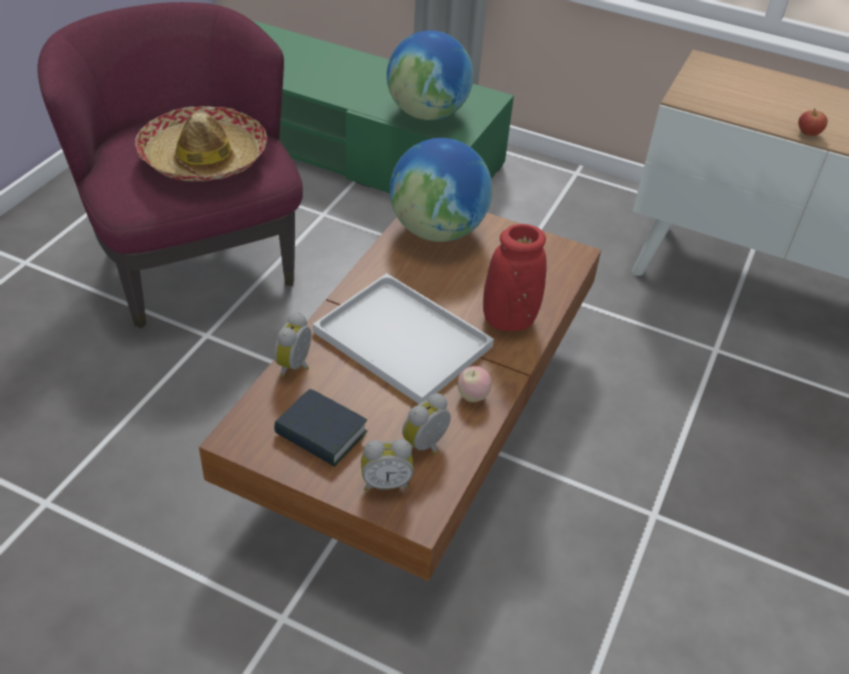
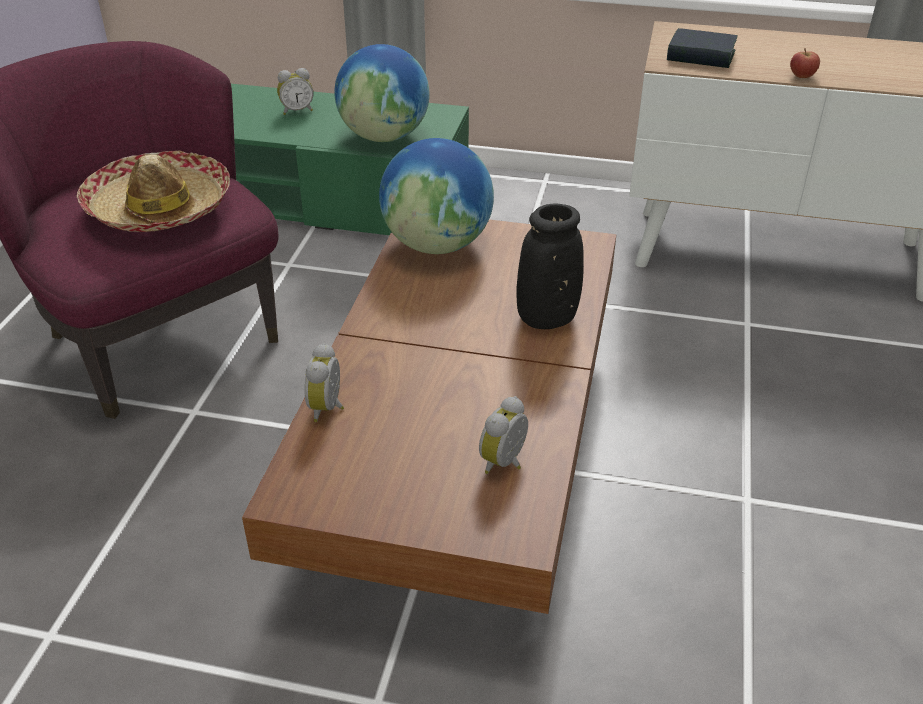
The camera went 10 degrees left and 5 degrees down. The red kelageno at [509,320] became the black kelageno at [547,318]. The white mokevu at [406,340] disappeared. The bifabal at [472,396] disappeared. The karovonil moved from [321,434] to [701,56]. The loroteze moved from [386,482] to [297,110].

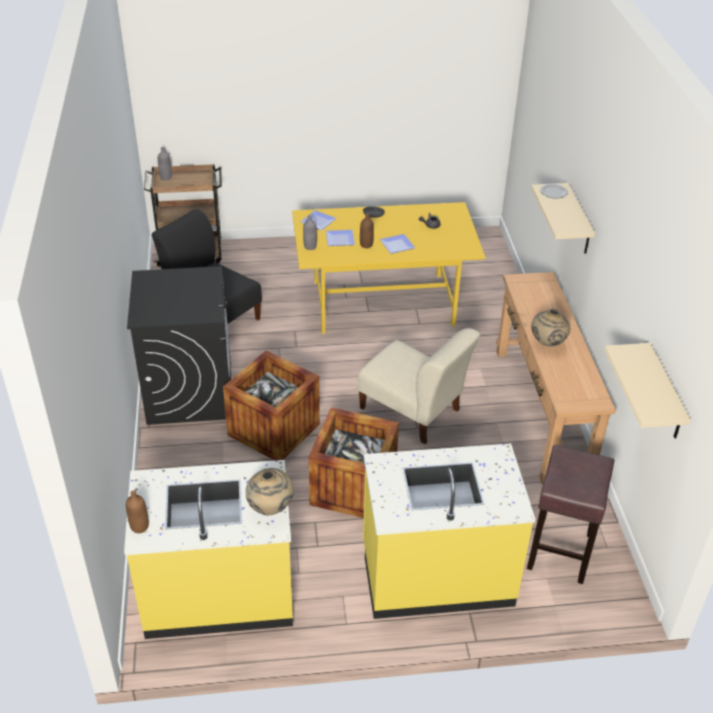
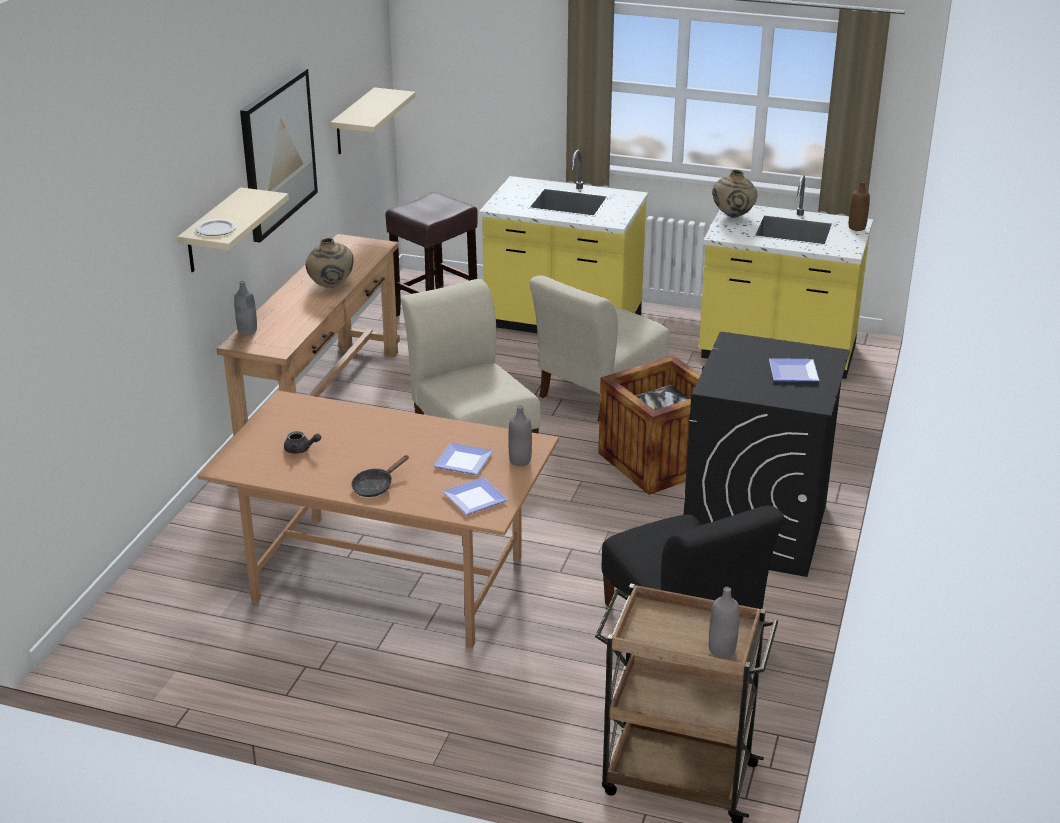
The camera went 155 degrees left and 10 degrees down. The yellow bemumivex at [382,303] became the brown bemumivex at [391,578]. The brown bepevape at [366,245] disappeared. The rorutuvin moved from [396,245] to [795,373]. The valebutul at [353,487] was replaced by the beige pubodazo at [597,392]. The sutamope at [277,153] appeared. The grey bepevape at [247,331] appeared.

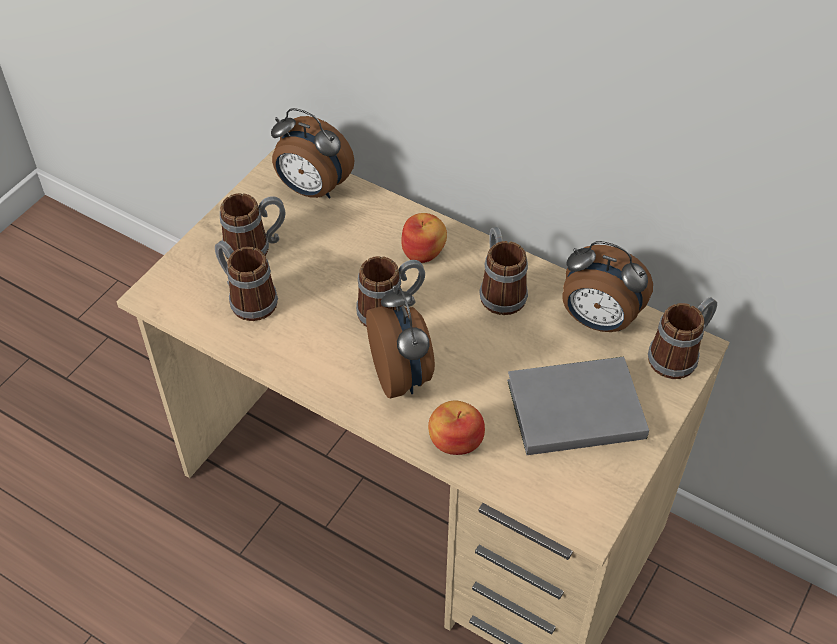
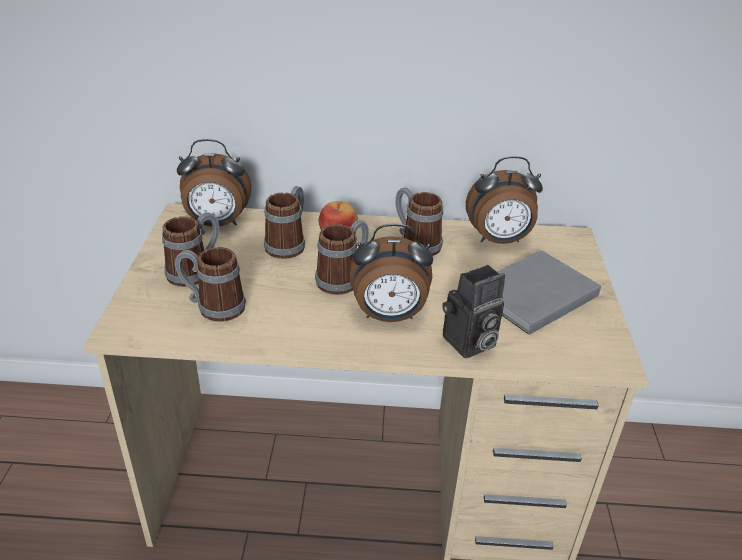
The camera went 30 degrees left and 15 degrees down. The loroteze at [402,375] turned 135 degrees clockwise. The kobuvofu moved from [679,355] to [289,243]. The bifabal at [455,440] was replaced by the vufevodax at [469,344].

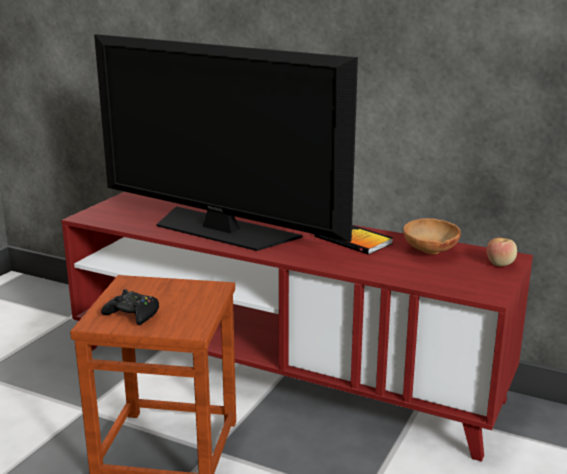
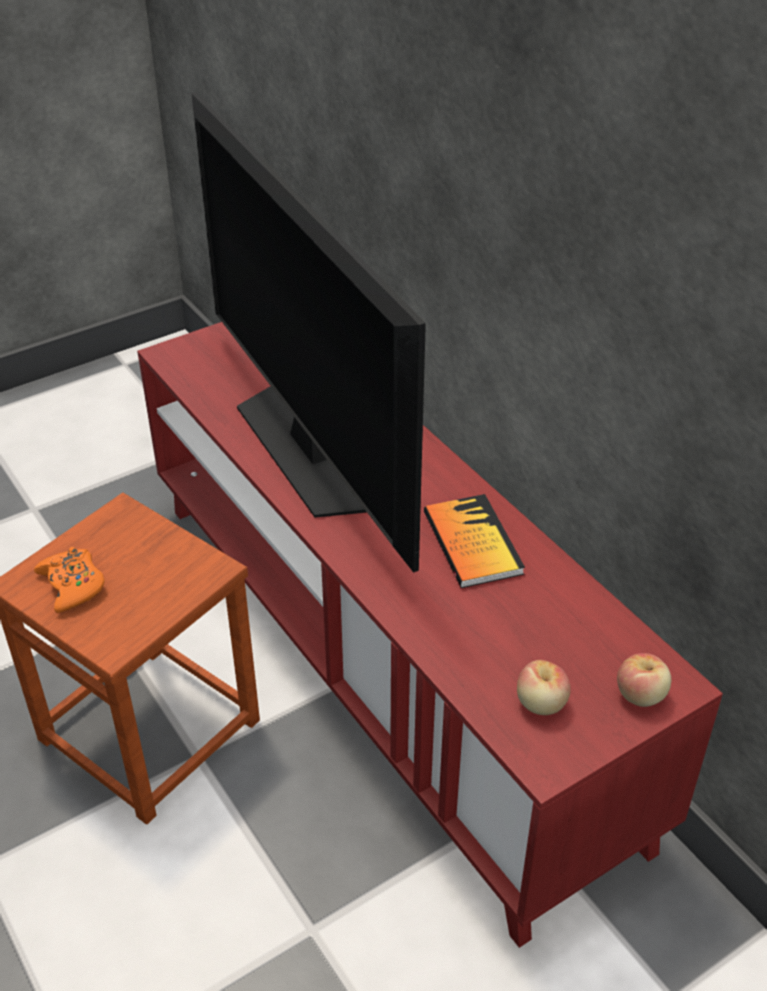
The camera went 30 degrees right and 20 degrees up. The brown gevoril at [429,252] disappeared. The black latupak at [132,314] became the orange latupak at [72,585]. The bifabal at [541,704] appeared.

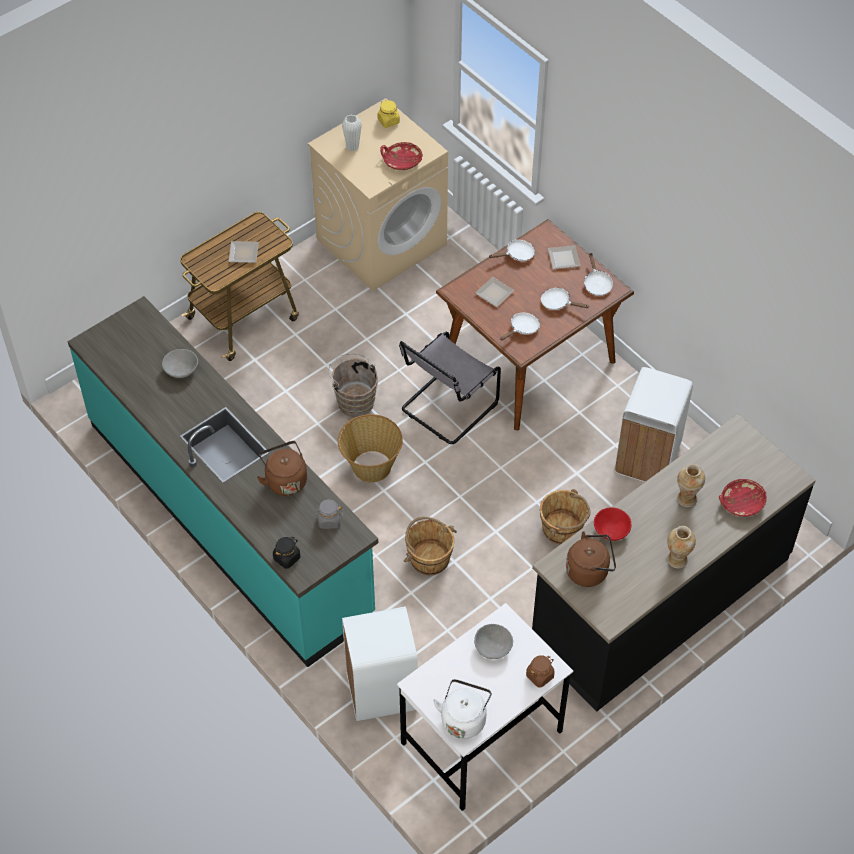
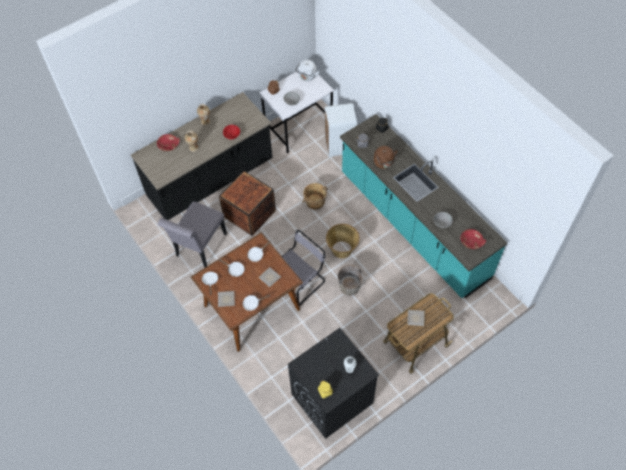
The camera went 175 degrees left and 5 degrees up. The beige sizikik at [382,241] became the black sizikik at [332,399]. The red gevoril moved from [401,161] to [472,241]. The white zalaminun at [648,458] was replaced by the grey pubodazo at [199,248]. The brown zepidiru at [562,529] was replaced by the valebutul at [249,213]. The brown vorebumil at [589,571] disappeared.

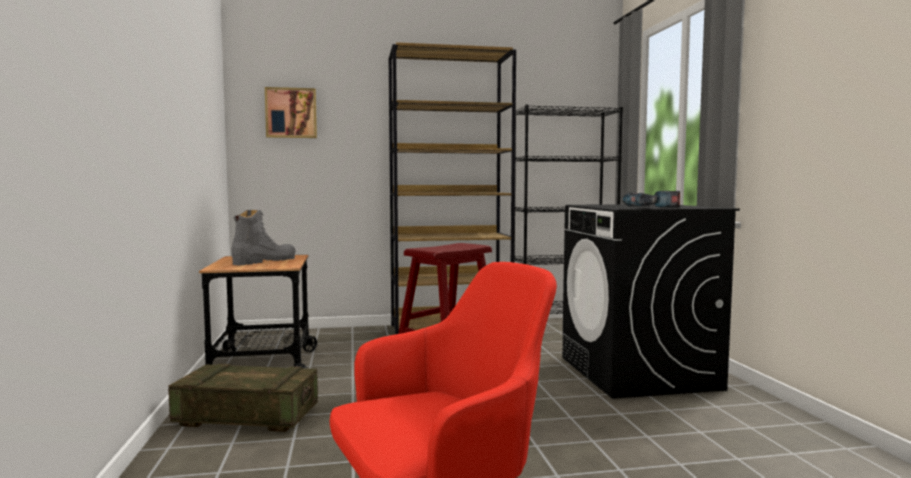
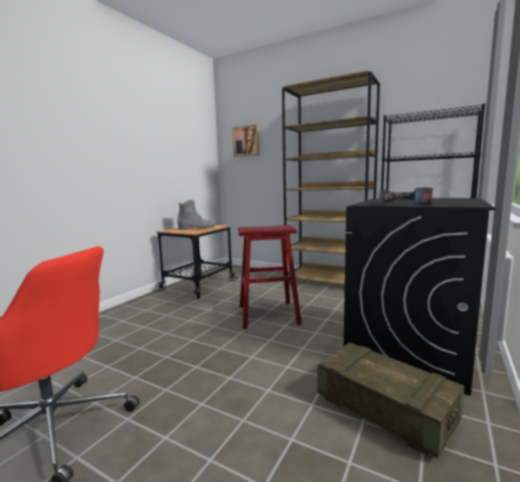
The camera went 40 degrees right and 5 degrees up. The valebutul moved from [247,417] to [384,410].

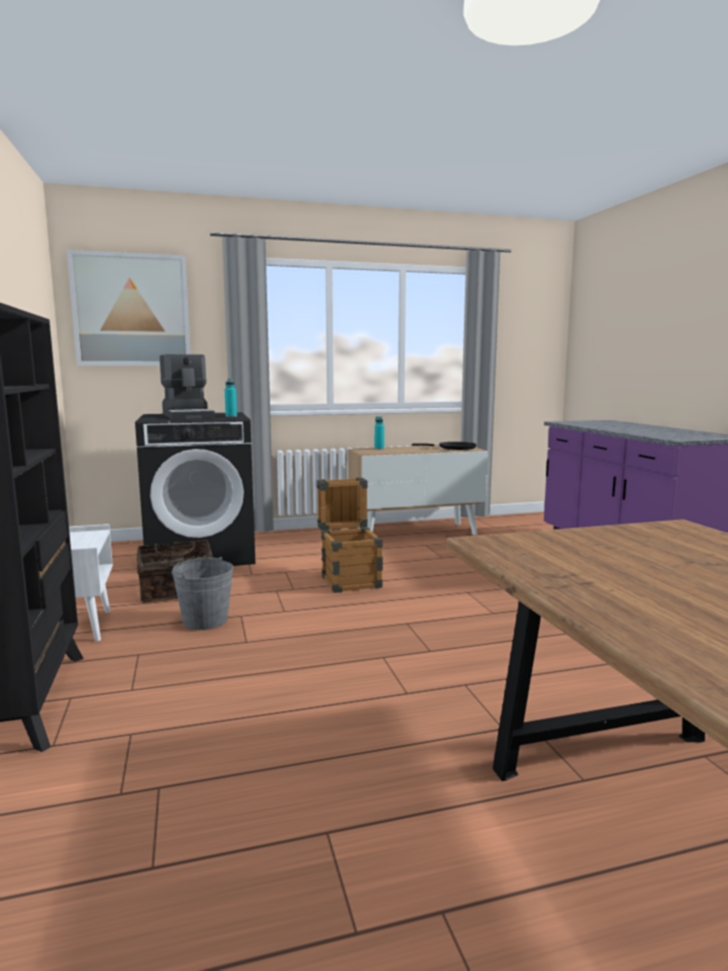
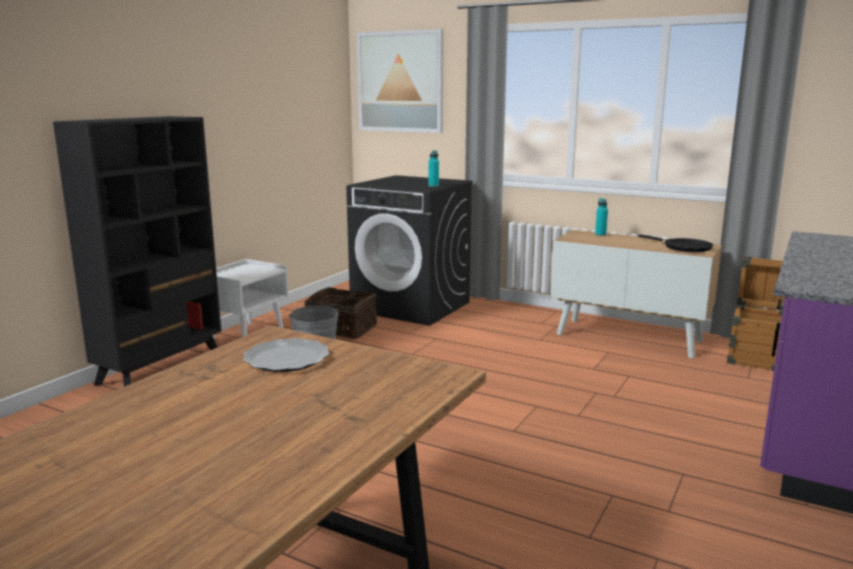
The camera went 45 degrees right and 5 degrees up. The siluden at [188,416] disappeared. The valebutul moved from [349,579] to [755,357]. The rorutuvin at [287,359] appeared.

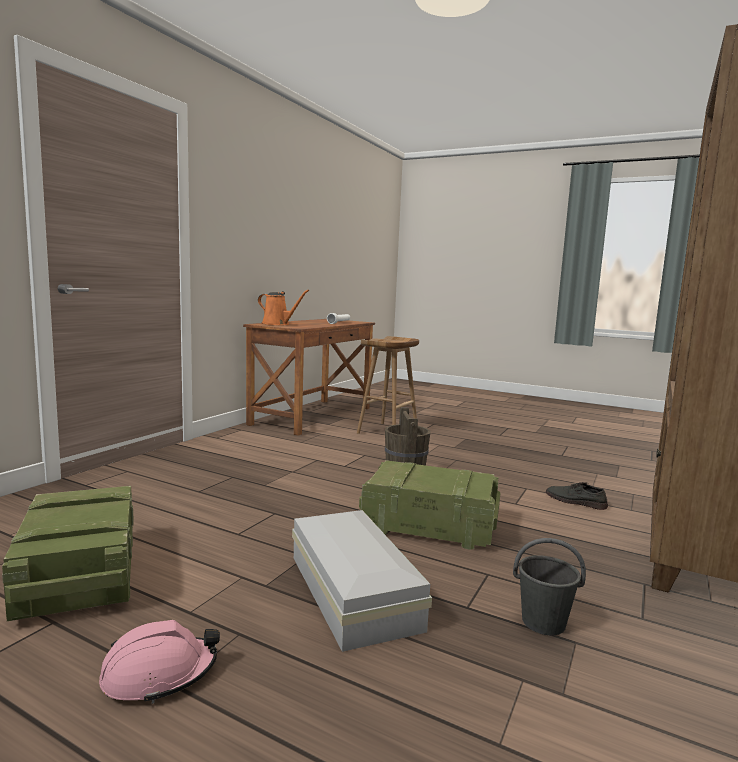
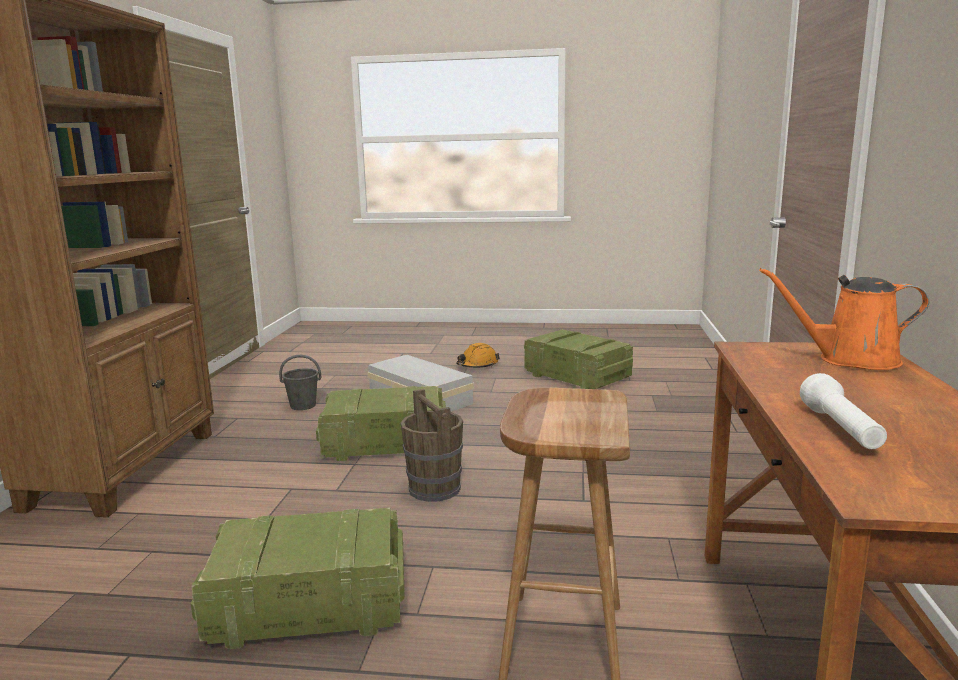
The camera went 160 degrees right and 5 degrees up. The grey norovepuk at [575,501] disappeared. The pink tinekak at [159,674] became the orange tinekak at [477,365]. The valebutul at [306,606] appeared.

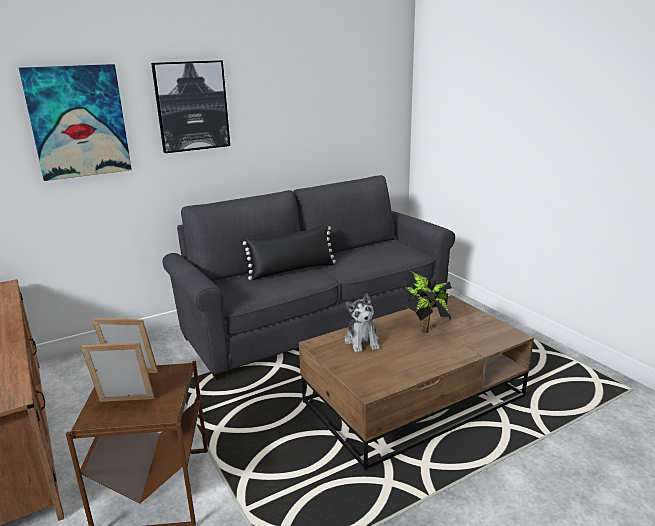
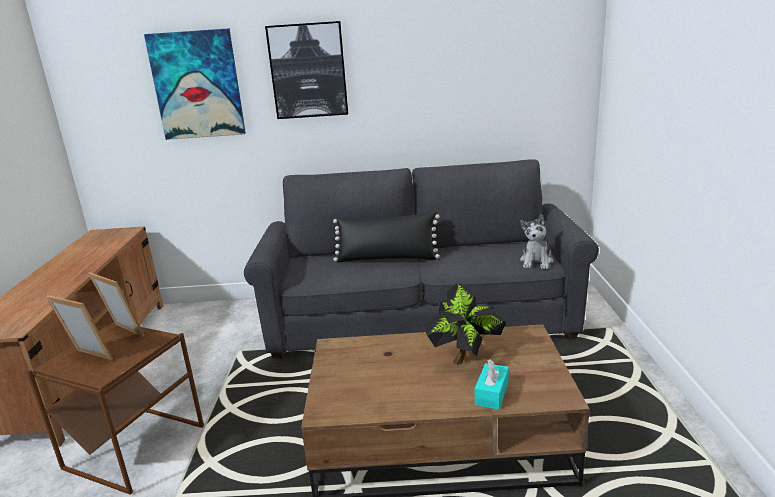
The camera went 30 degrees right and 0 degrees up. The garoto moved from [362,341] to [536,261]. The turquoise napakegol at [492,394] appeared.

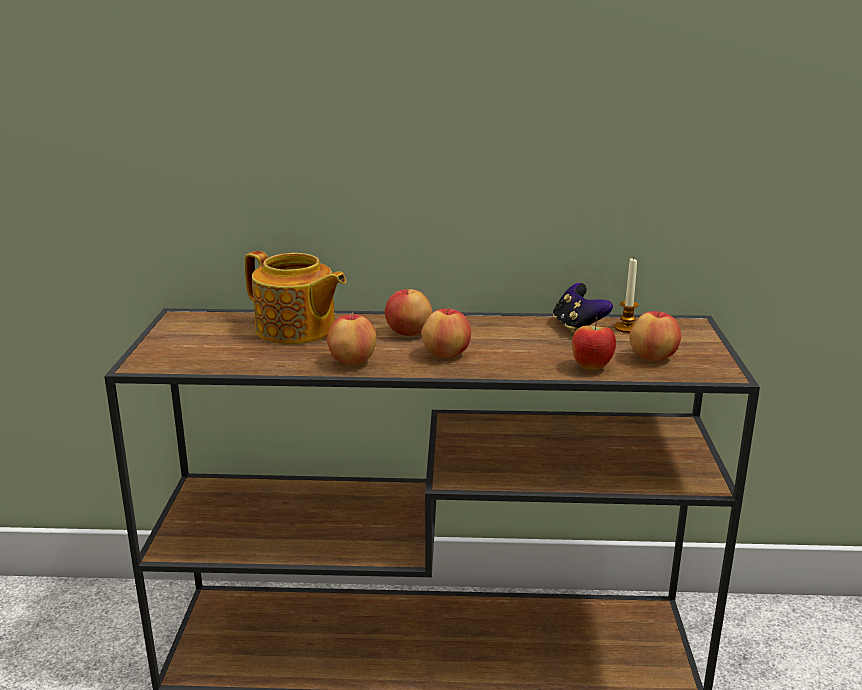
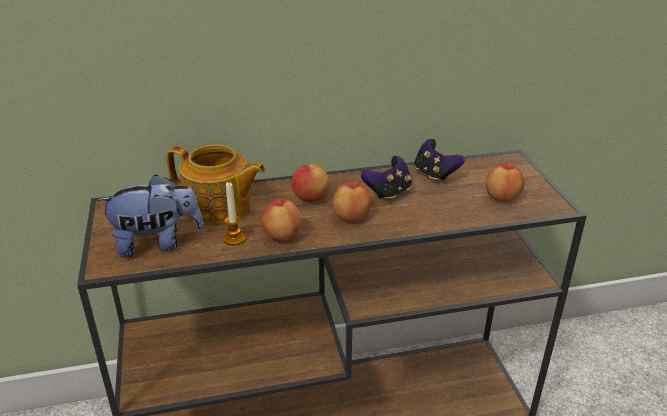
The camera went 15 degrees left and 10 degrees up. The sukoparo moved from [627,328] to [234,238]. The bifabal at [591,367] disappeared. The latupak at [388,193] appeared. The garoto at [157,243] appeared.

